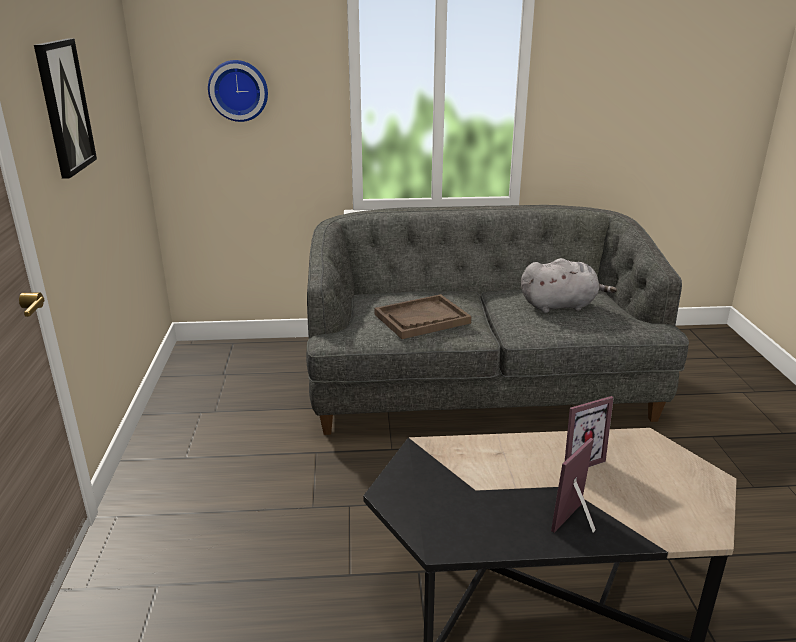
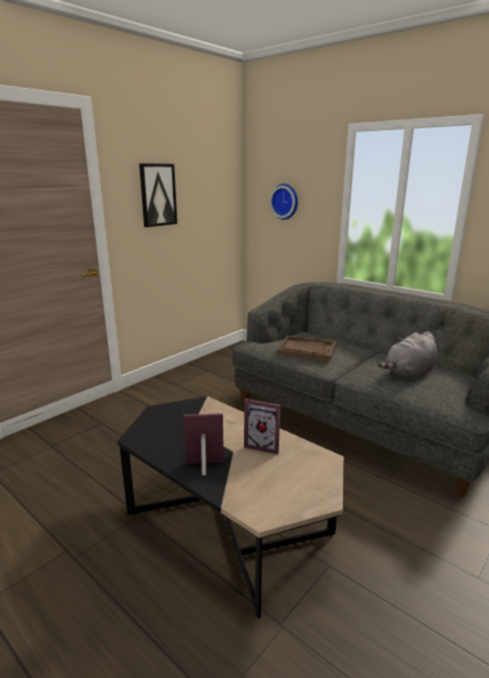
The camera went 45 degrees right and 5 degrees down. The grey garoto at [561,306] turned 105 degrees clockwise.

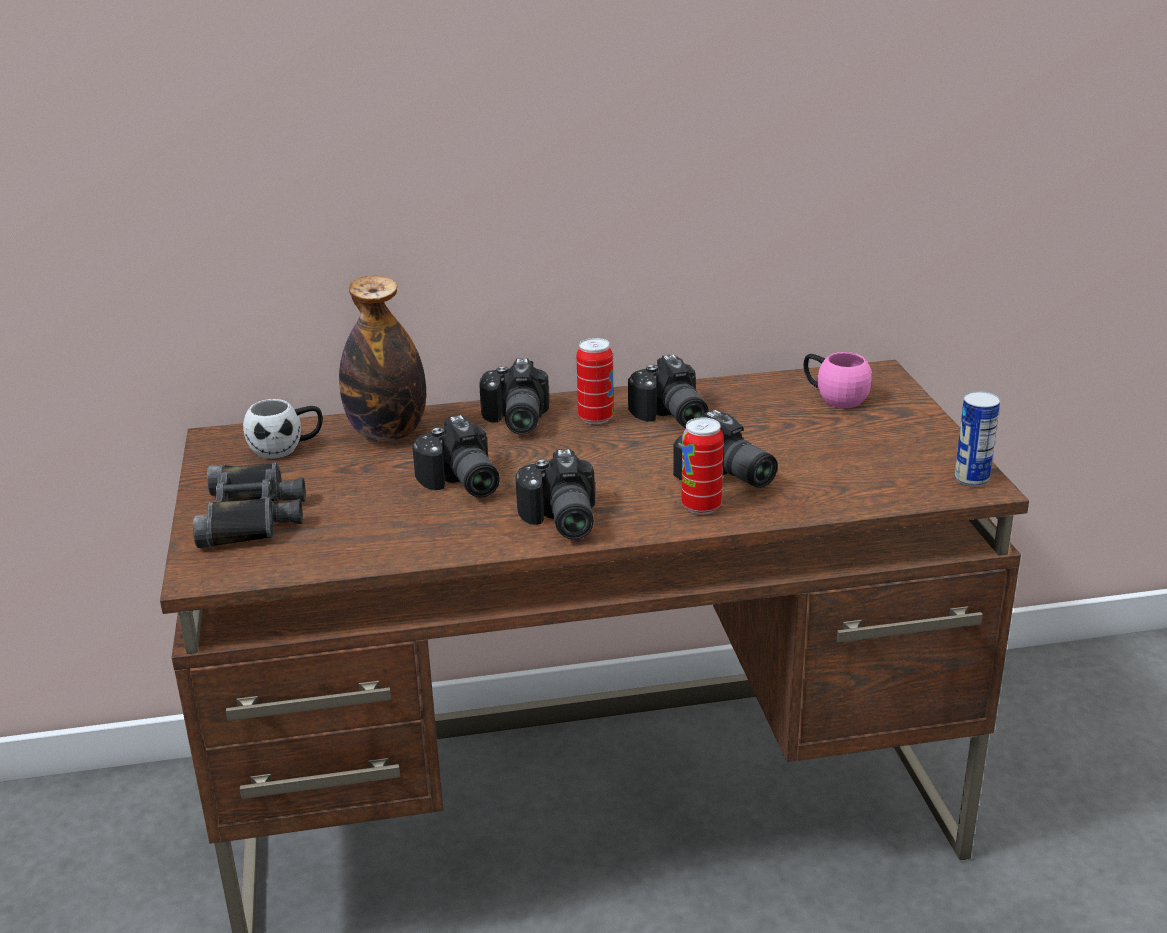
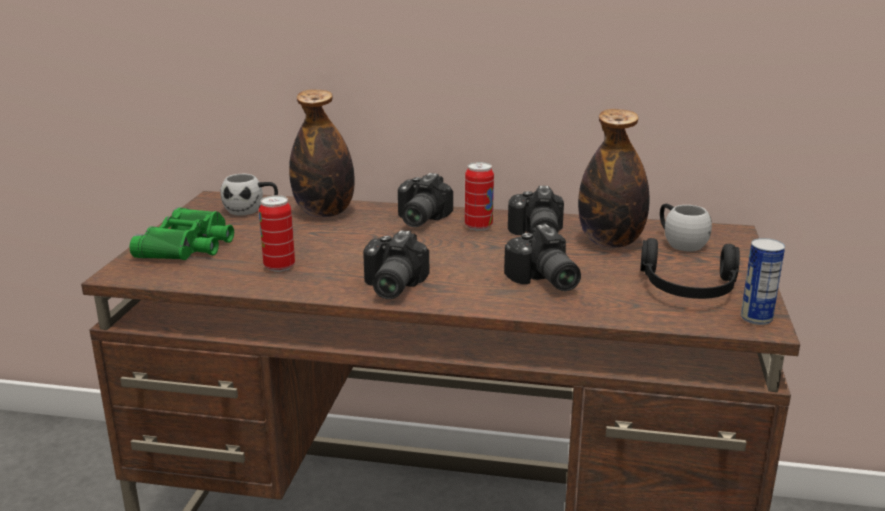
The camera went 20 degrees right and 5 degrees down. The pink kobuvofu at [834,397] became the white kobuvofu at [679,242]. The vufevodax at [460,484] disappeared. The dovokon moved from [701,506] to [279,267]. The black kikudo at [252,515] became the green kikudo at [189,245]. The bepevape at [610,242] appeared. The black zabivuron at [688,288] appeared.

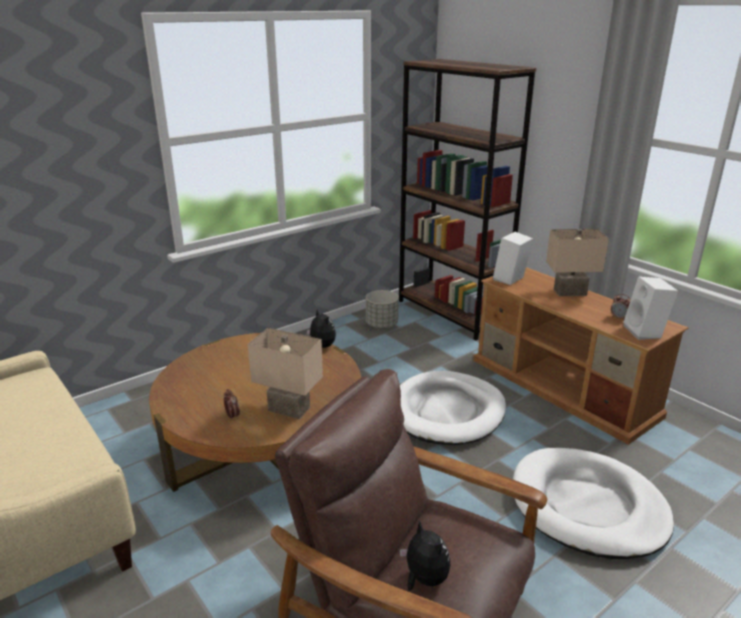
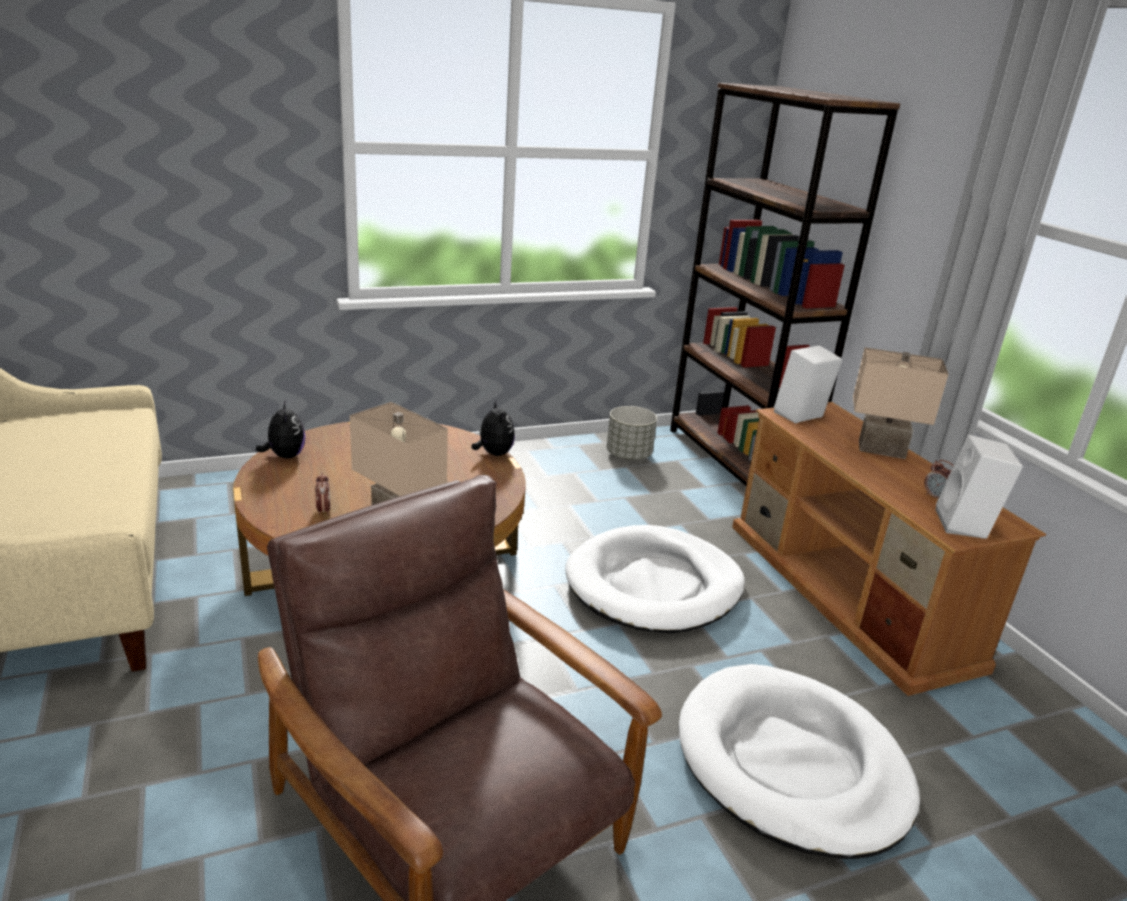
The camera went 15 degrees right and 0 degrees up. The garoto moved from [424,579] to [285,456].

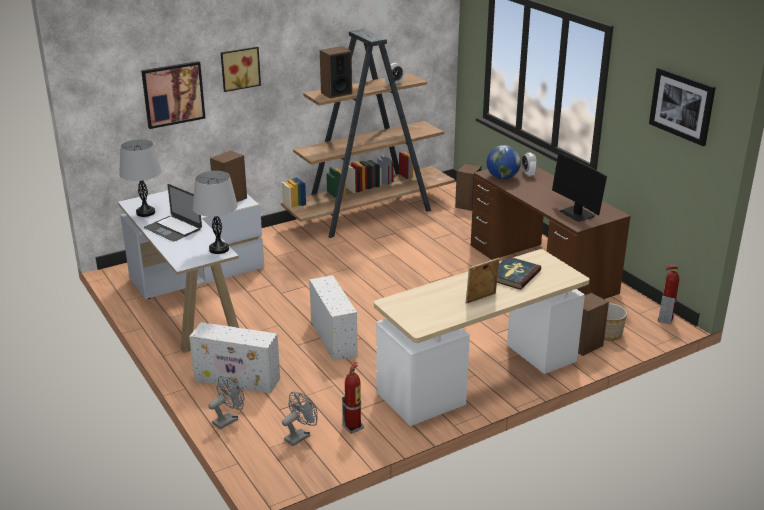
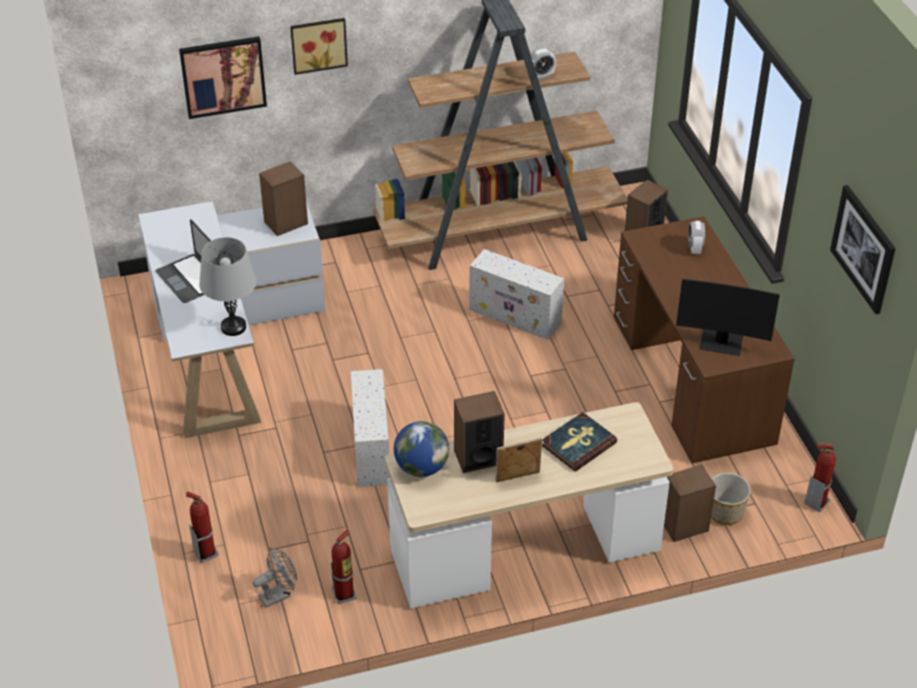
The camera went 15 degrees right and 15 degrees up. The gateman moved from [336,93] to [478,457]. The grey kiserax at [145,212] disappeared. The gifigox moved from [502,178] to [421,467]. The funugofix at [577,214] turned 60 degrees counterclockwise. The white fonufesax moved from [238,379] to [516,316]. The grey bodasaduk at [228,420] was replaced by the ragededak at [206,553].

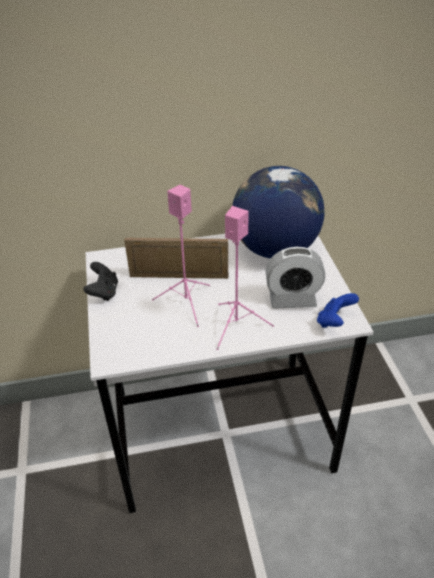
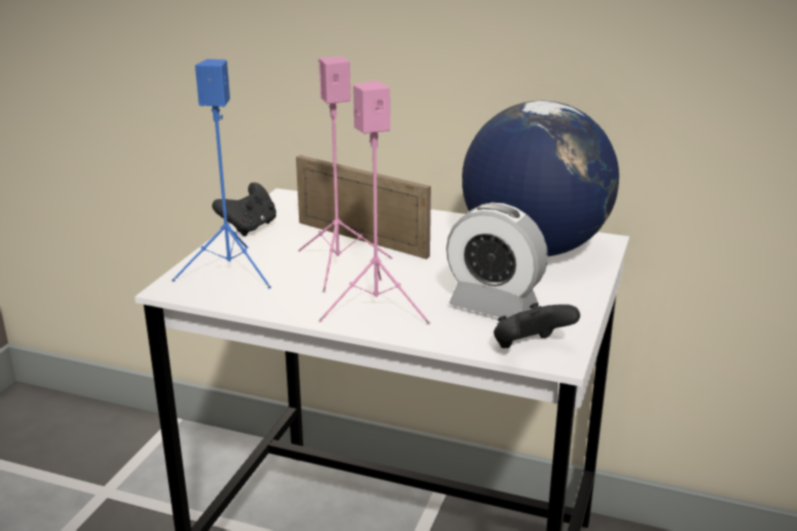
The camera went 30 degrees right and 15 degrees down. The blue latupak at [334,322] became the black latupak at [530,348]. The blue gateman at [231,271] appeared.

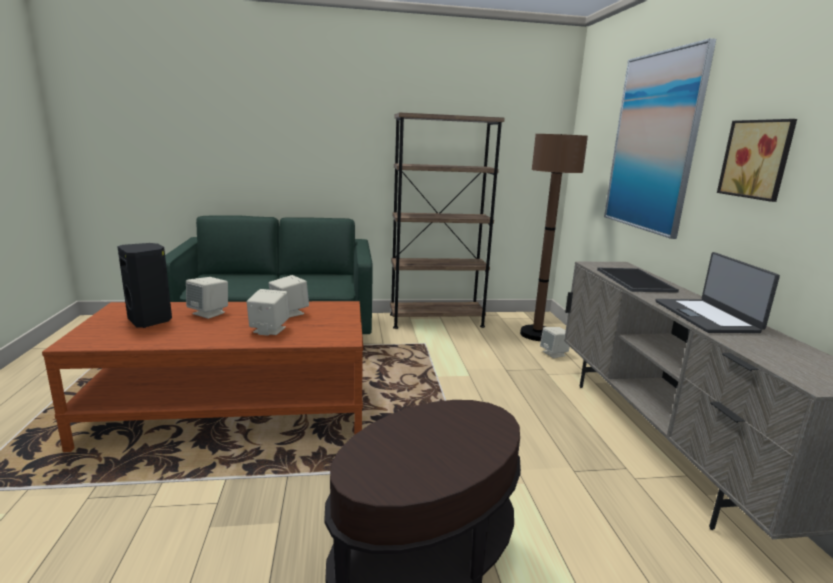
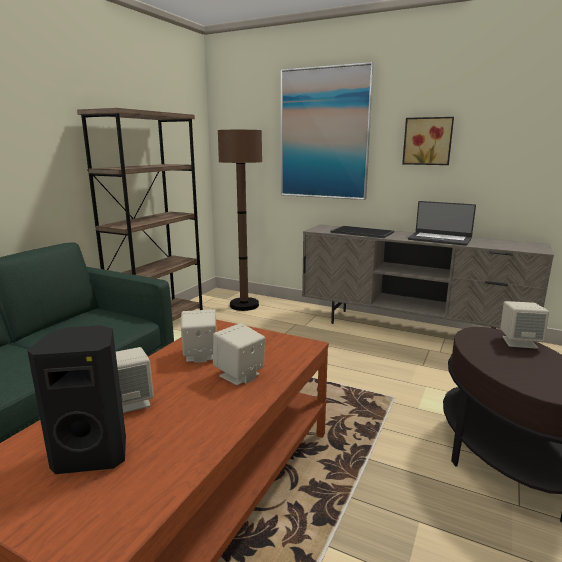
The camera went 55 degrees left and 0 degrees up. The beige gateman moved from [554,353] to [519,342].

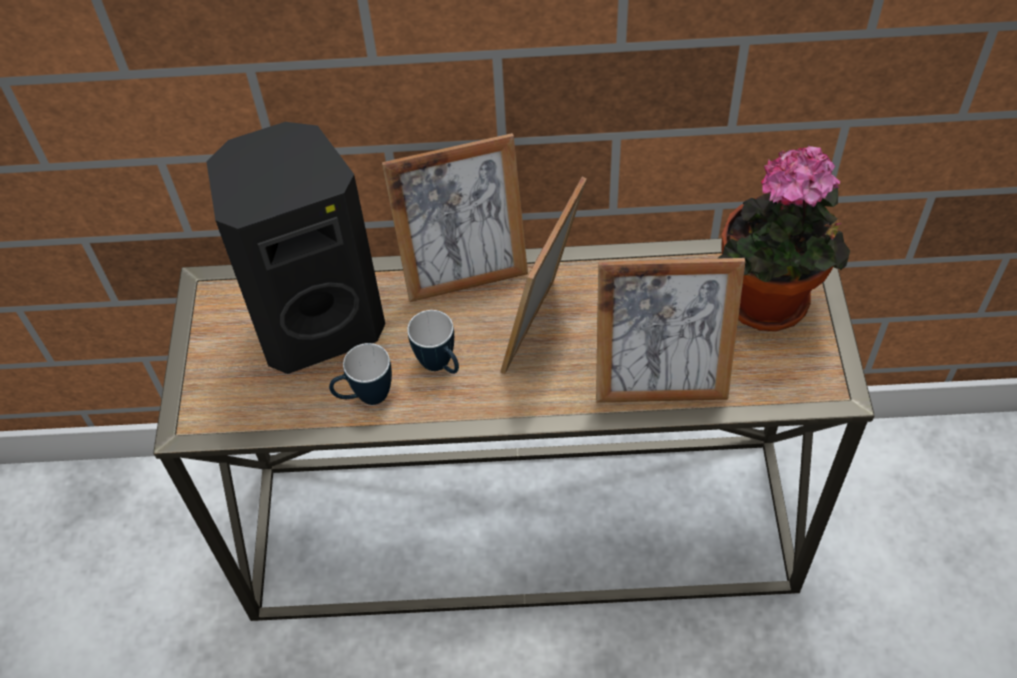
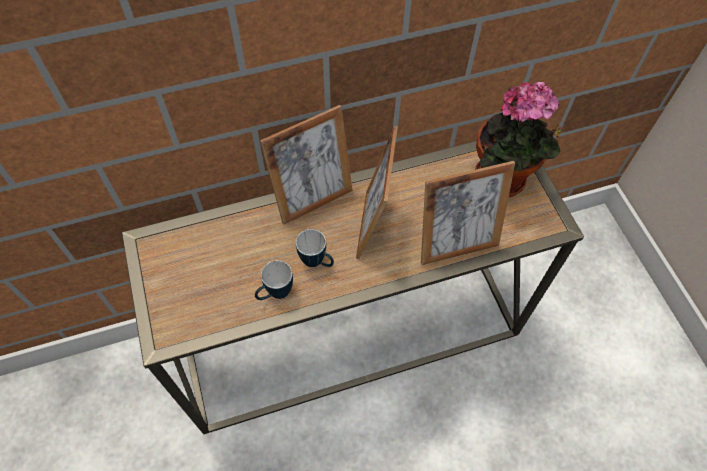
The camera went 20 degrees left and 5 degrees up. The black gateman at [318,322] disappeared.

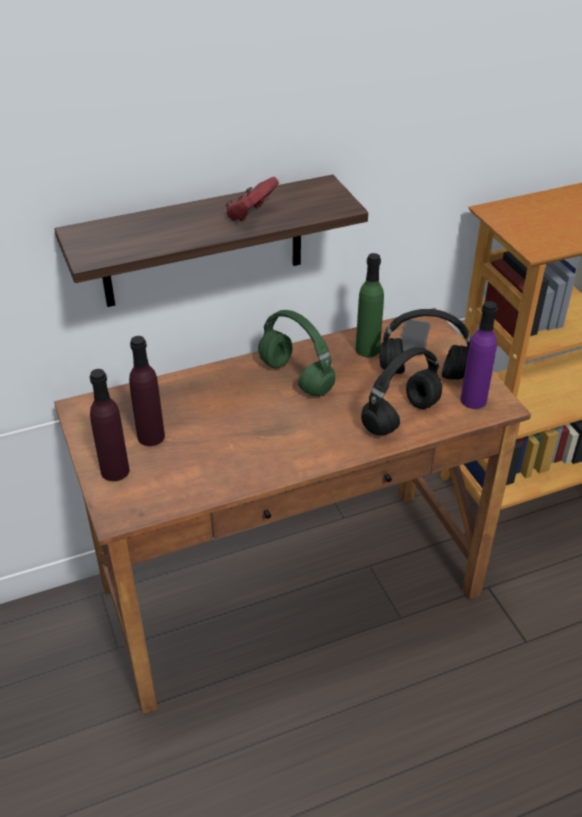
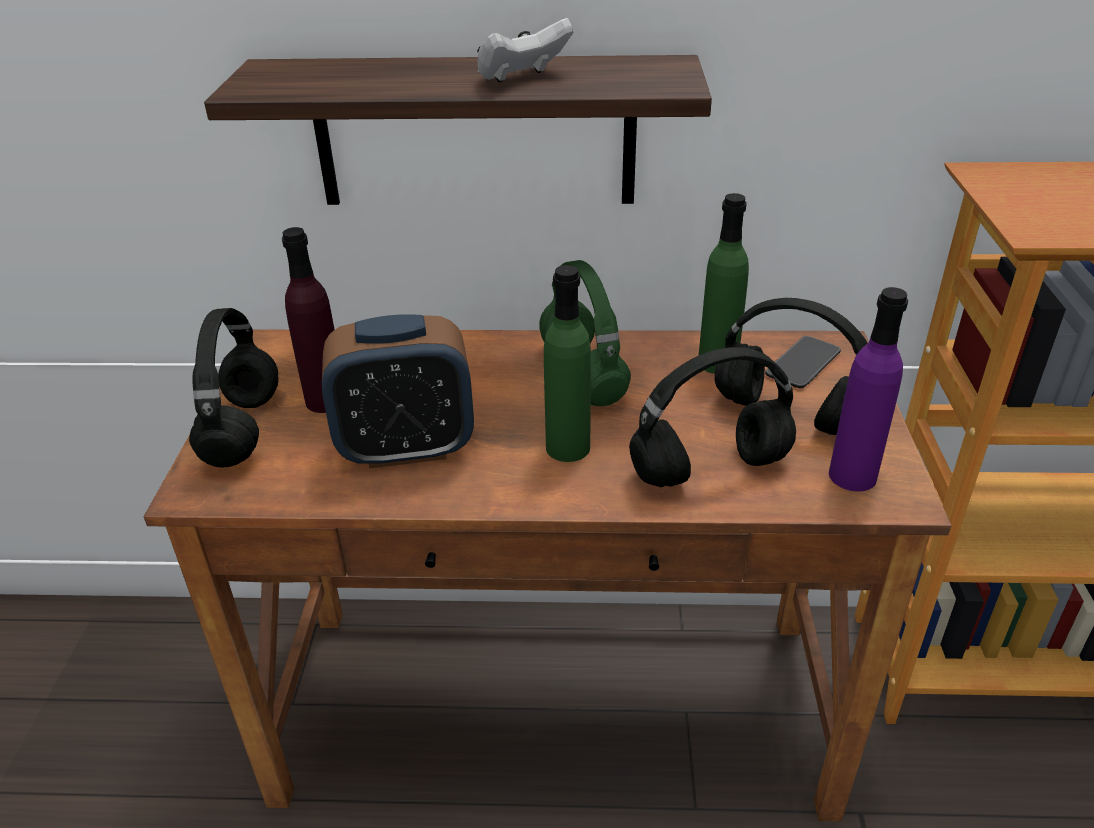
The camera went 25 degrees right and 5 degrees down. The red latupak at [251,215] became the white latupak at [522,78]. The purple bepevape at [115,471] was replaced by the black zabivuron at [244,431]. The green bepevape at [568,448] appeared. The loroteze at [406,448] appeared.

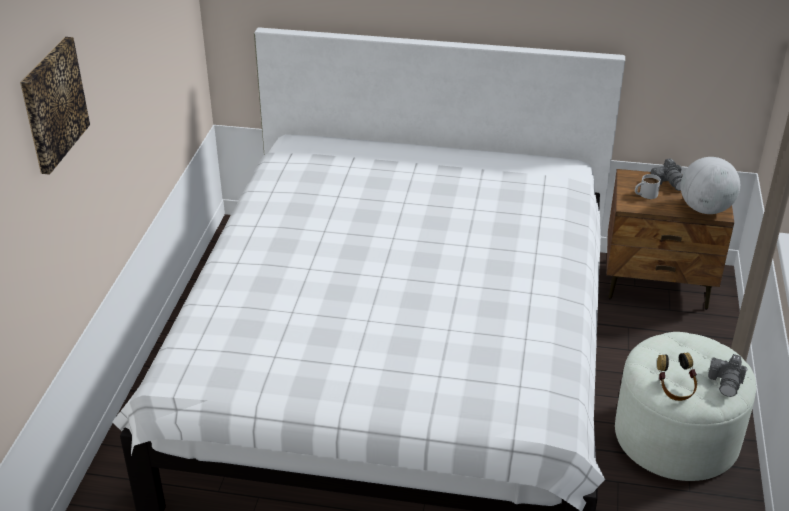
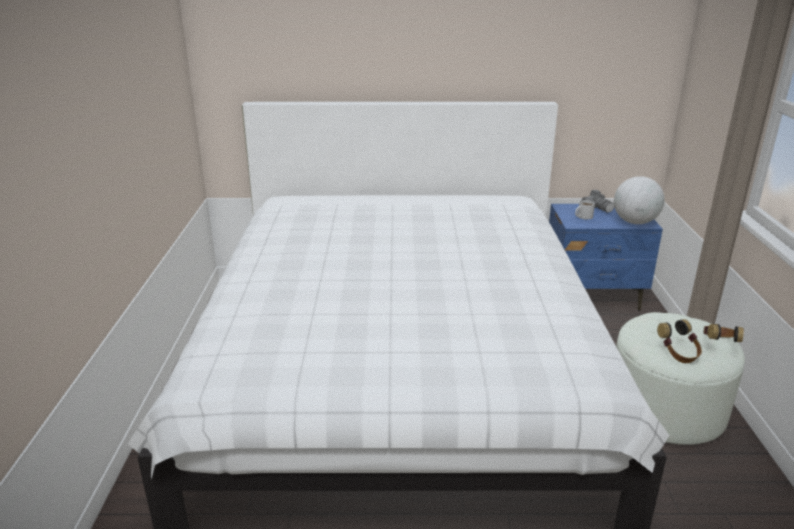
The camera went 10 degrees left and 10 degrees down. The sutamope at [52,104] disappeared. The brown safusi at [658,284] became the blue safusi at [593,297]. The vufevodax at [727,382] was replaced by the zabivuron at [719,344].

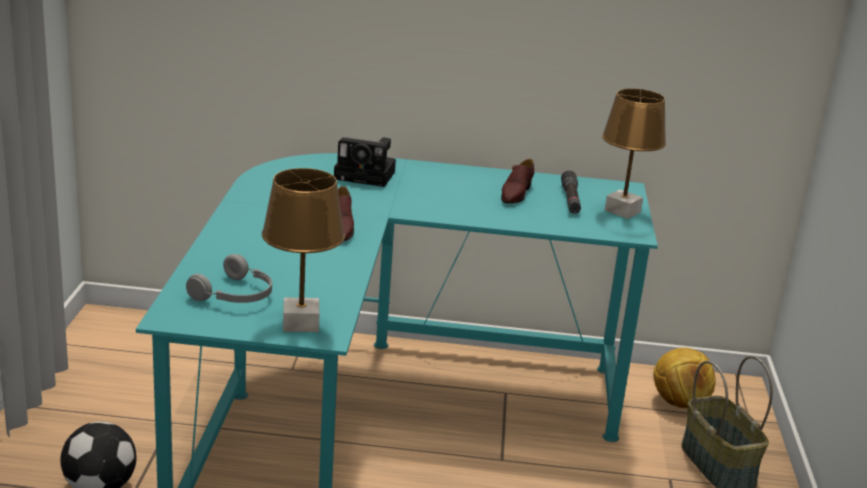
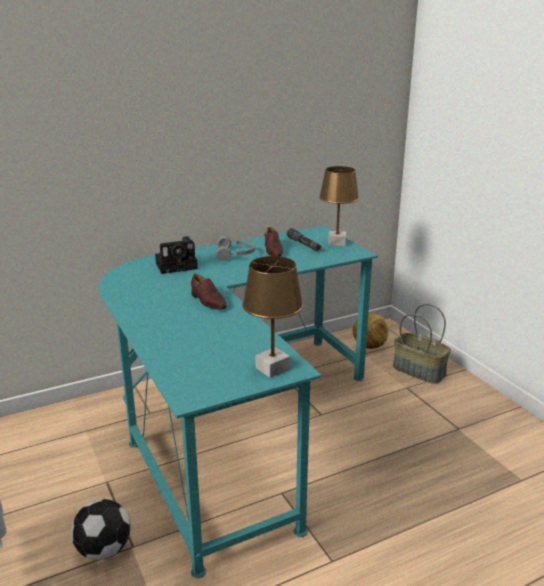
The camera went 30 degrees left and 0 degrees up. The grey zabivuron moved from [236,295] to [236,254].

